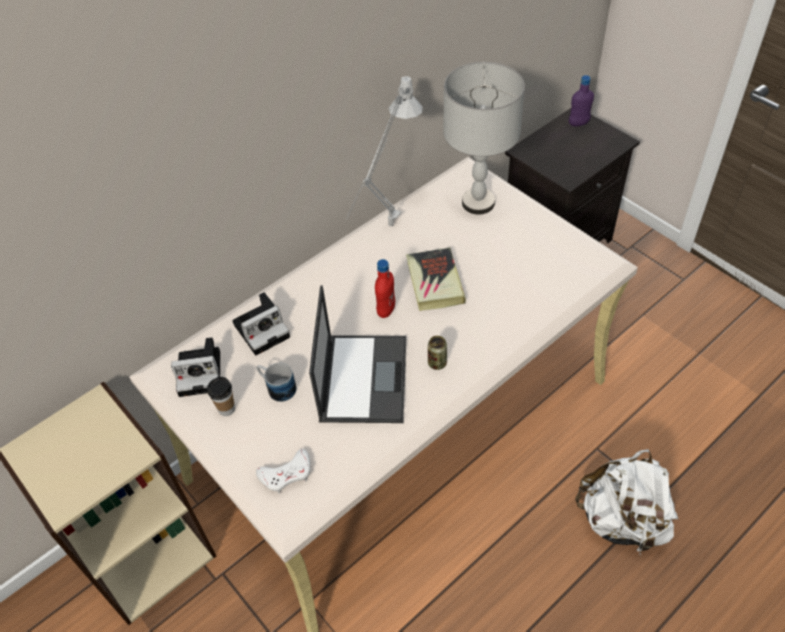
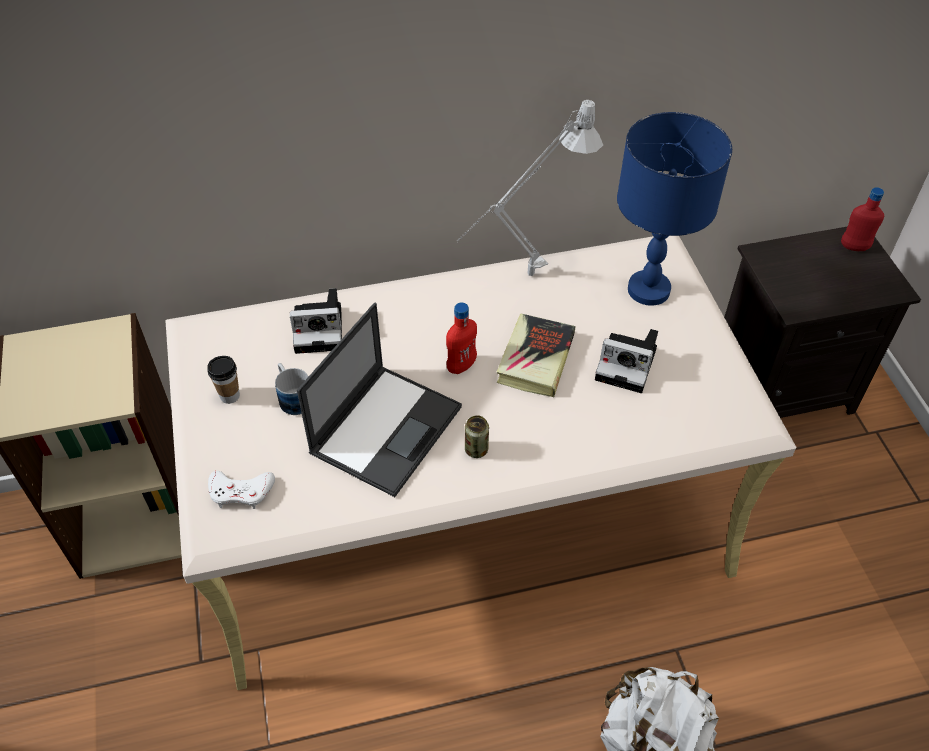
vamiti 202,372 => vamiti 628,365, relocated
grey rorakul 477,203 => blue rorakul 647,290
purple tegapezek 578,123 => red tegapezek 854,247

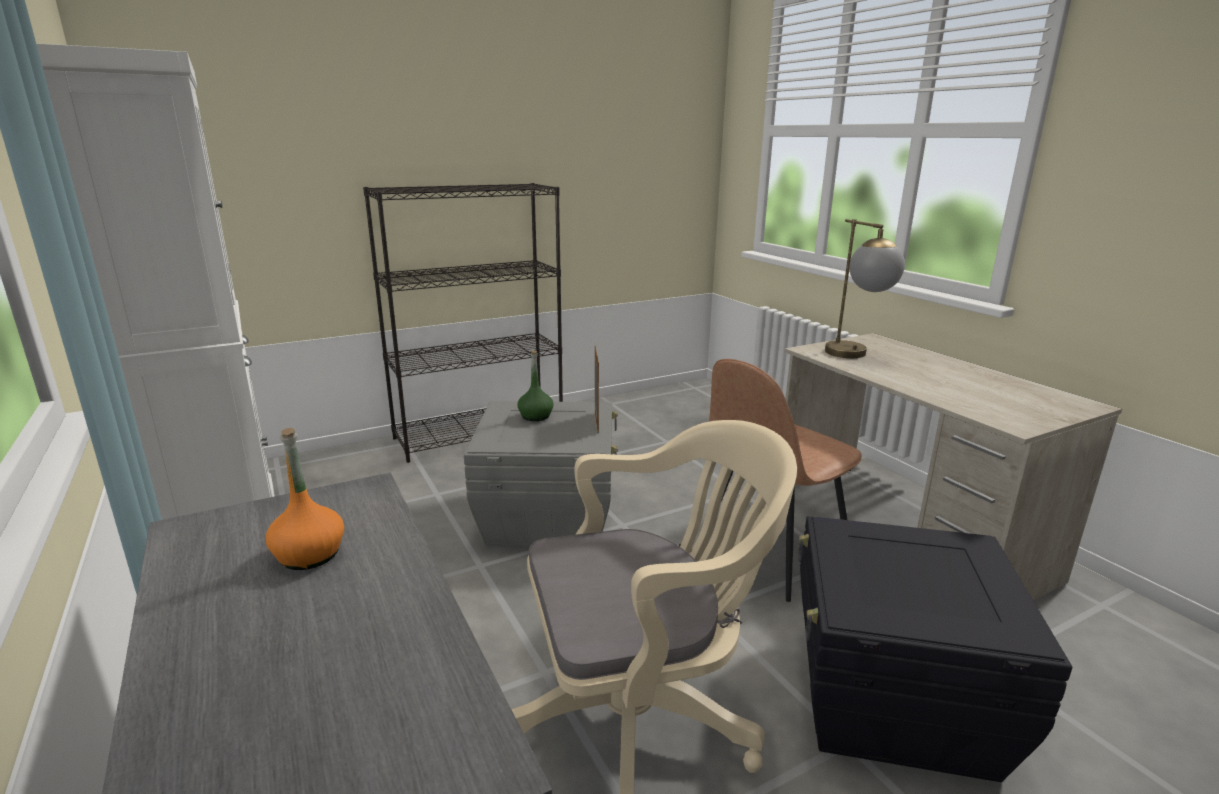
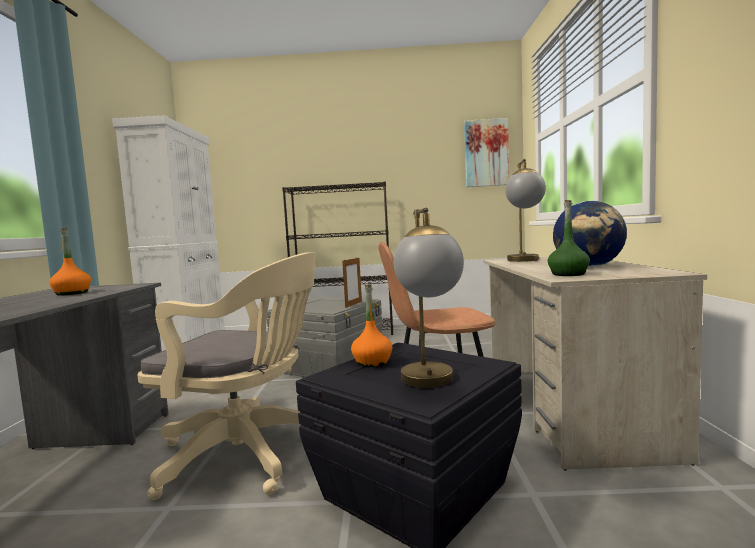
nothing => orange tegapezek 372,362
nothing => rorakul 431,385
nothing => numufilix 486,153
nothing => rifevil 589,267
green tegapezek 536,416 => green tegapezek 568,274, relocated

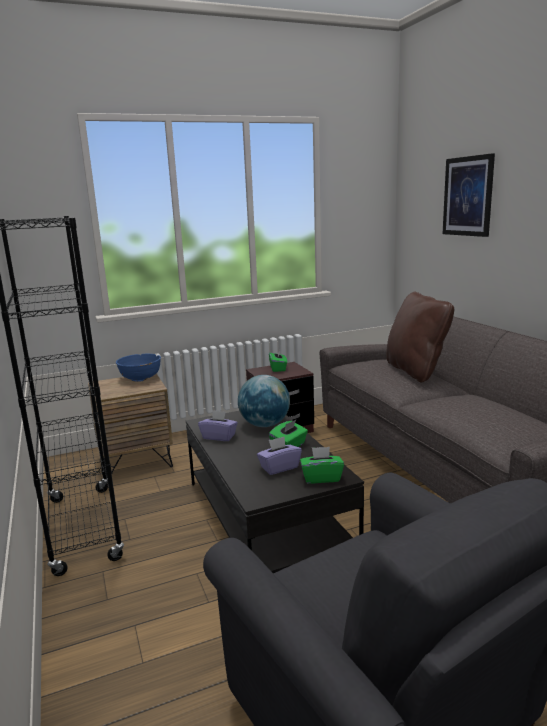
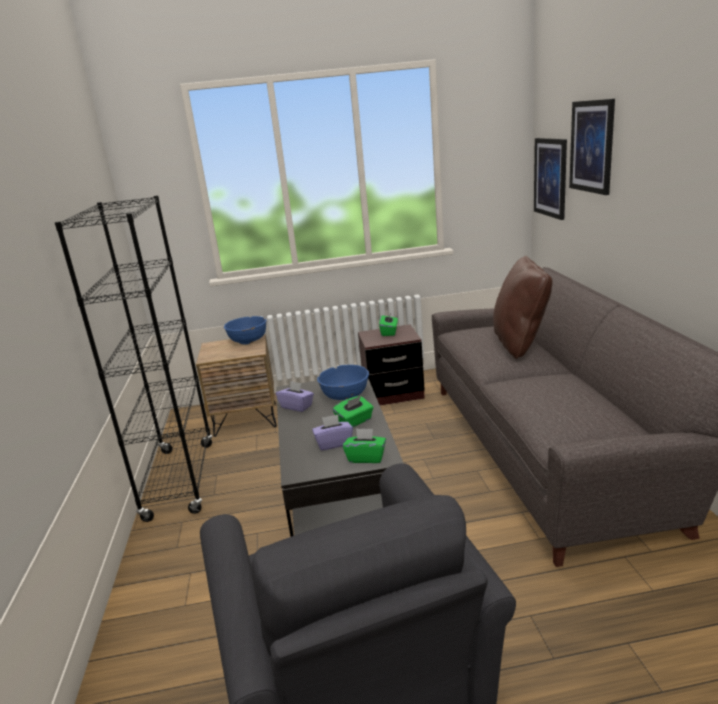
nothing => numufilix 550,177
rifevil 265,425 => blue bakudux 345,396

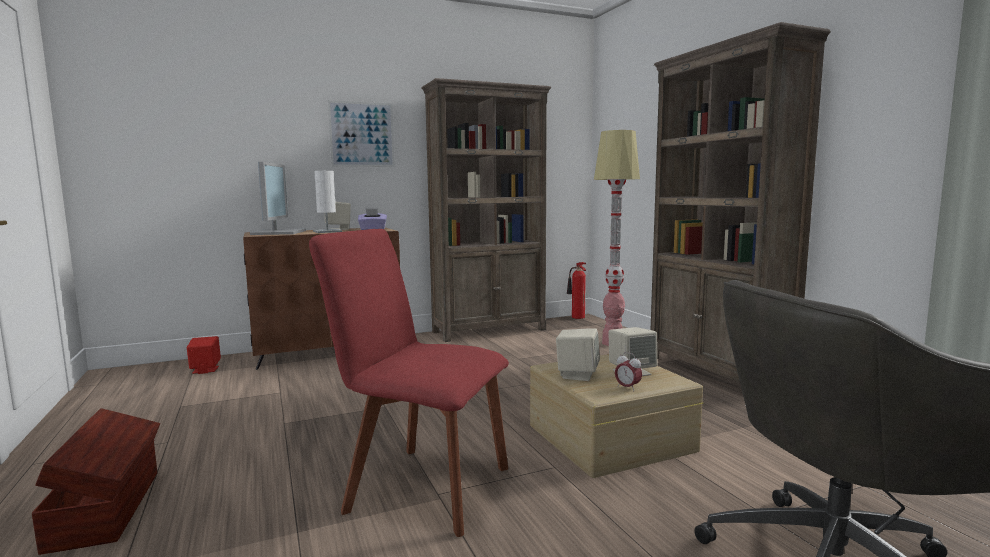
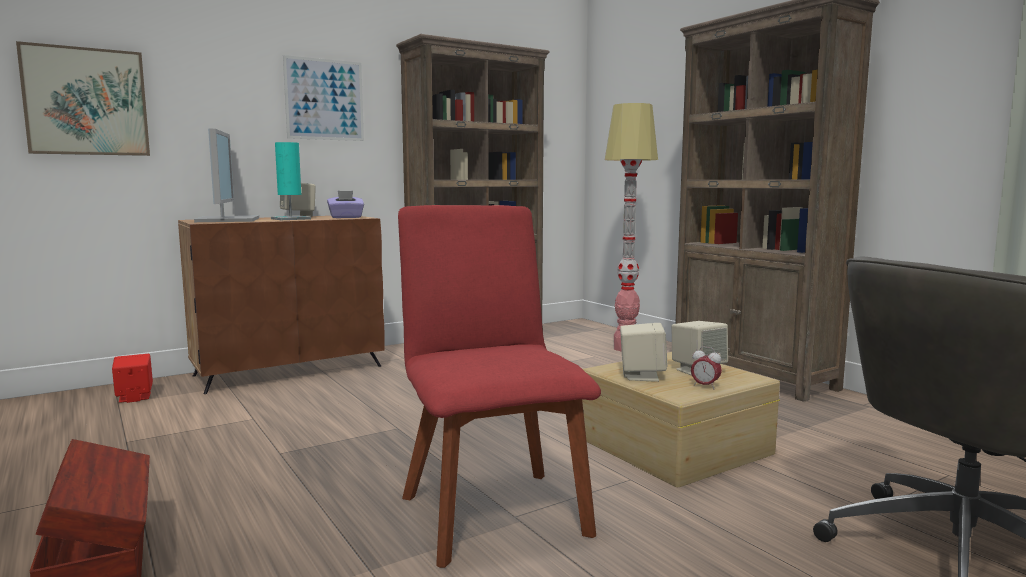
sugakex 577,317 => nothing
nothing => numufilix 86,102
white rorakul 327,231 => turquoise rorakul 290,219
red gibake 422,486 => red gibake 492,510, 60 degrees clockwise

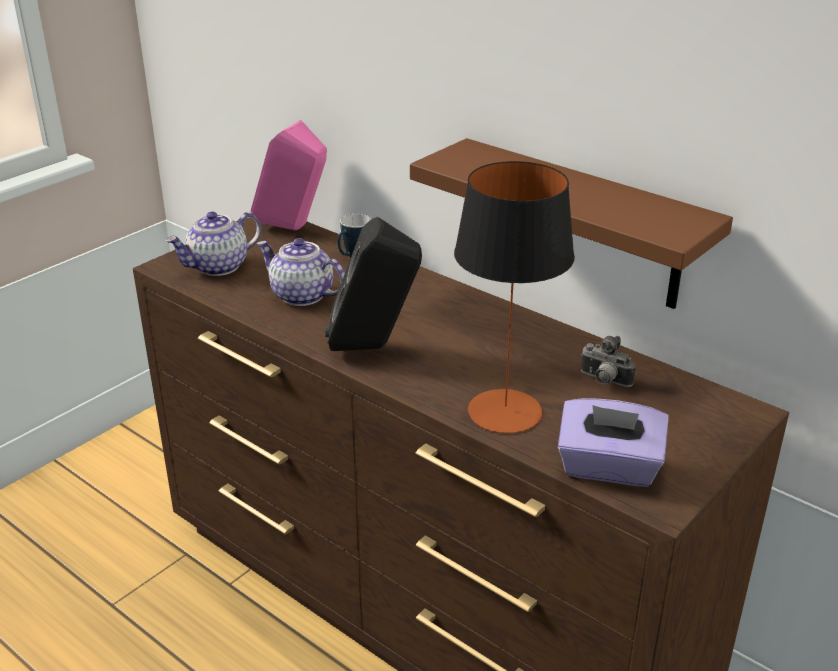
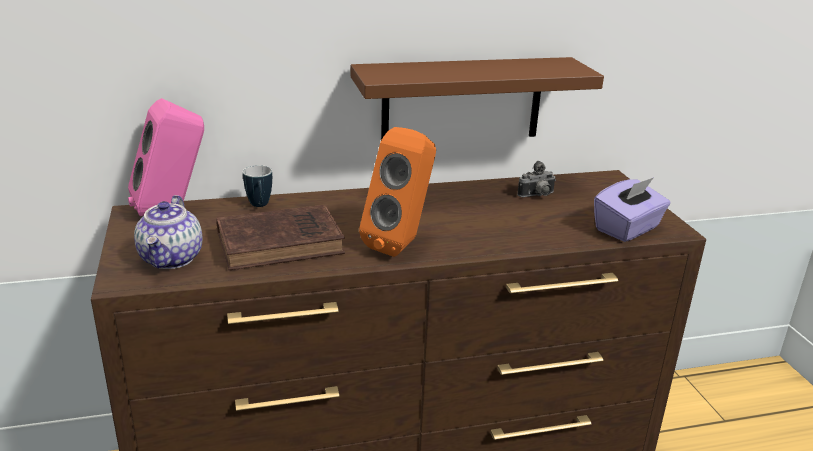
rorakul 505,411 => nothing
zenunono 301,295 => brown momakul 283,243
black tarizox 374,347 => orange tarizox 402,244

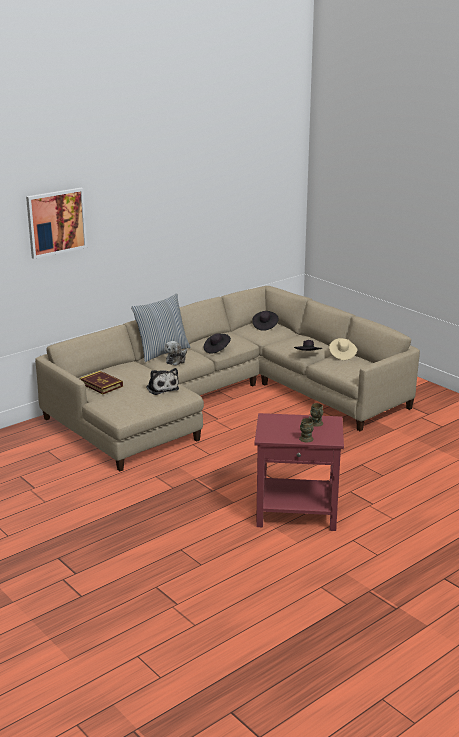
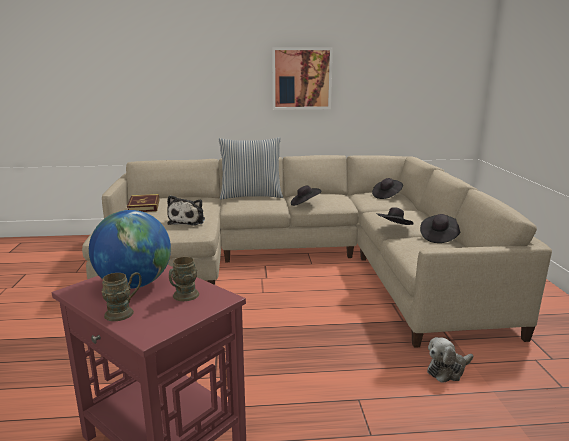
nothing => rifevil 134,284
numufilix 56,222 => numufilix 301,78, relocated
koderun 176,360 => koderun 447,370, relocated
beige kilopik 342,355 => black kilopik 439,237

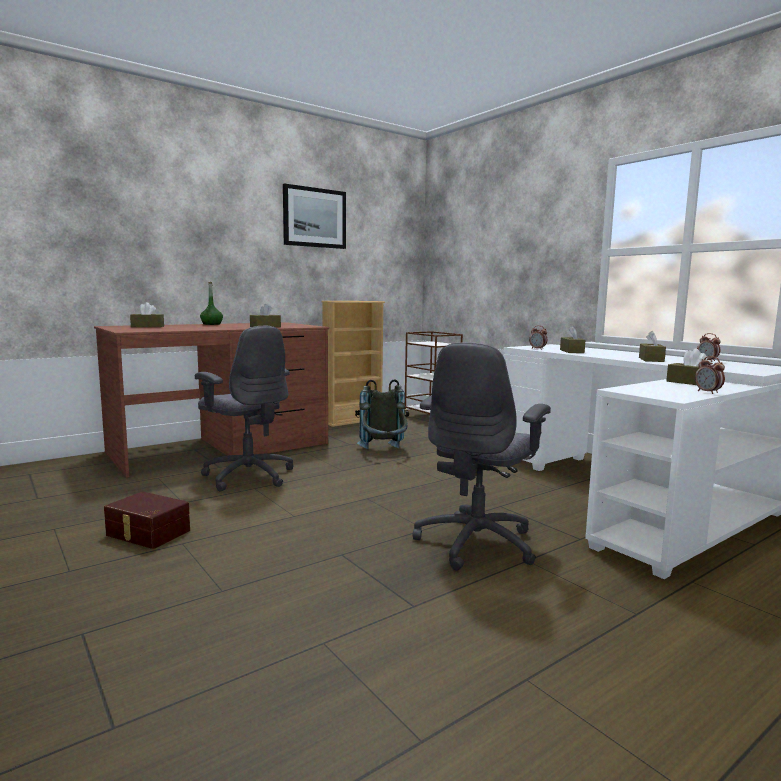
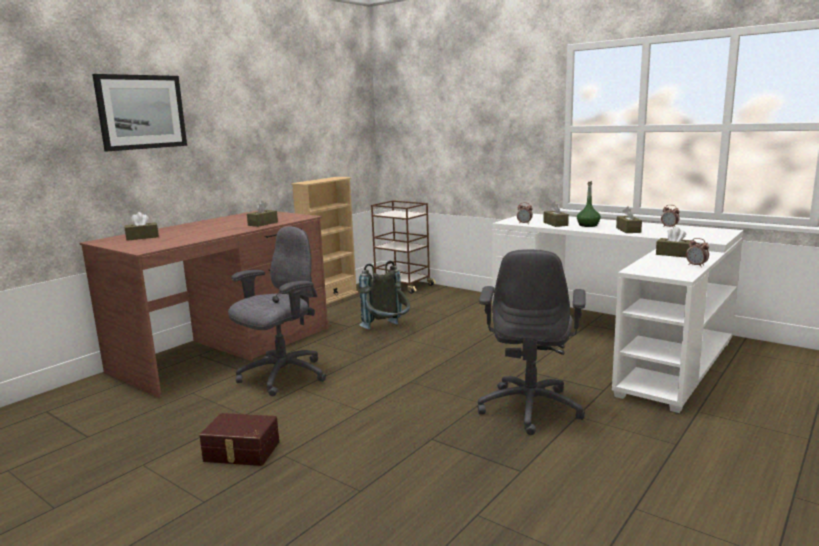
green tegapezek 211,324 => green tegapezek 588,225, relocated
numufilix 314,217 => numufilix 141,112, relocated
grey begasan 248,476 => grey begasan 282,376, 75 degrees counterclockwise

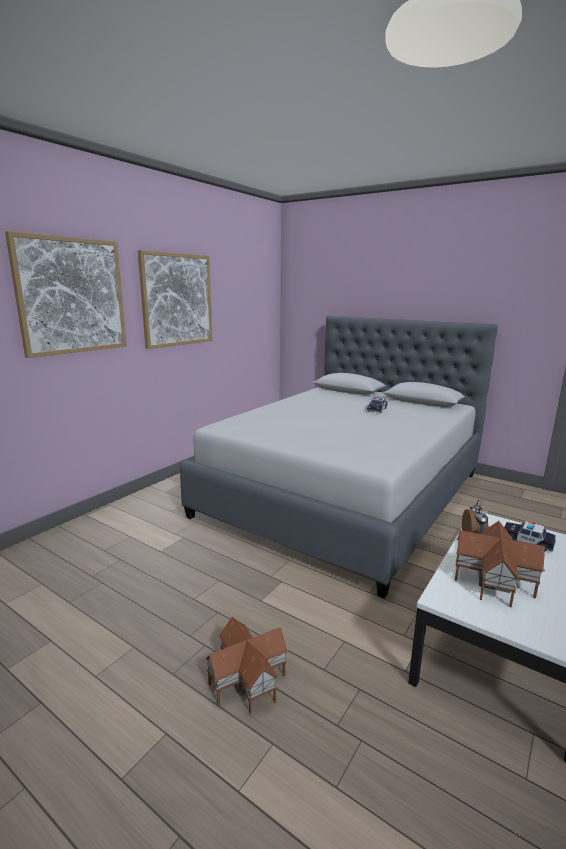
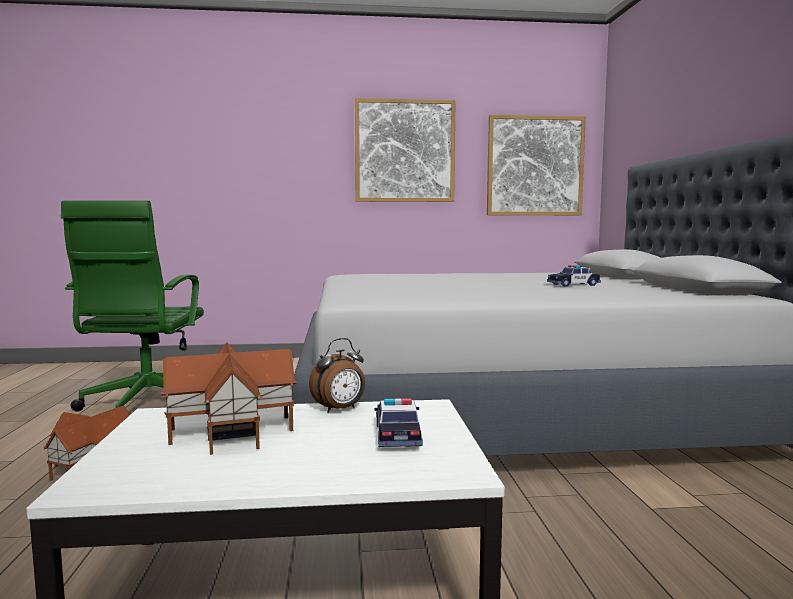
nothing => green begasan 145,406
numufilix 72,296 => numufilix 535,166, relocated

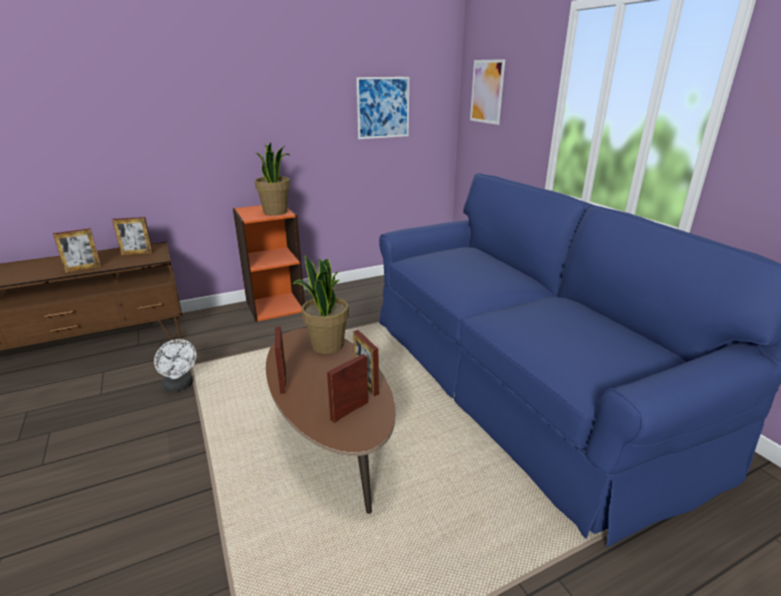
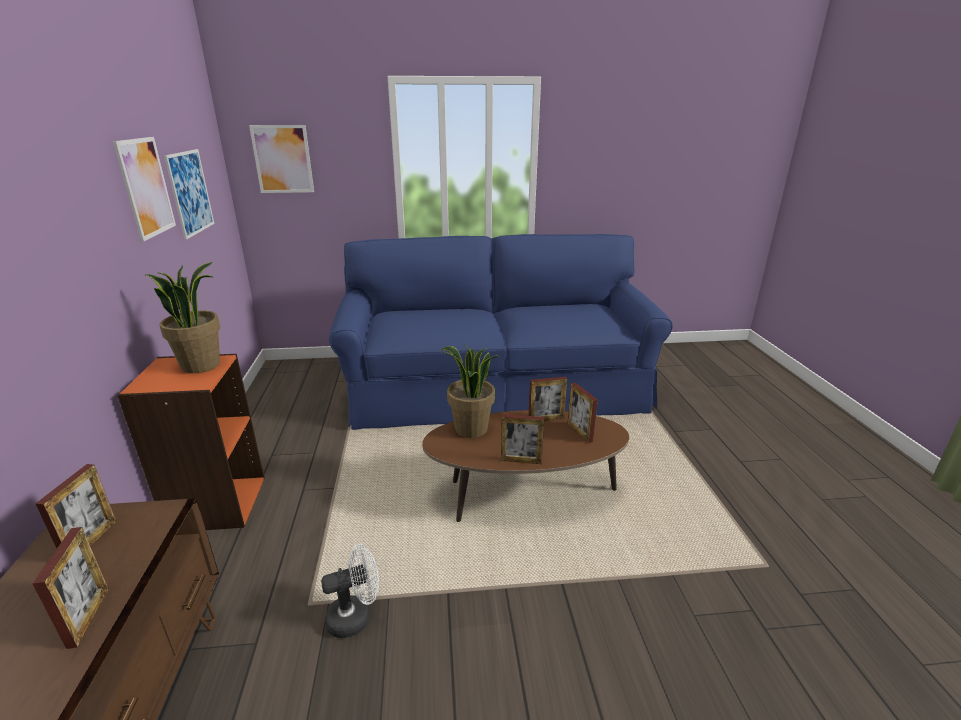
nothing => numufilix 146,187

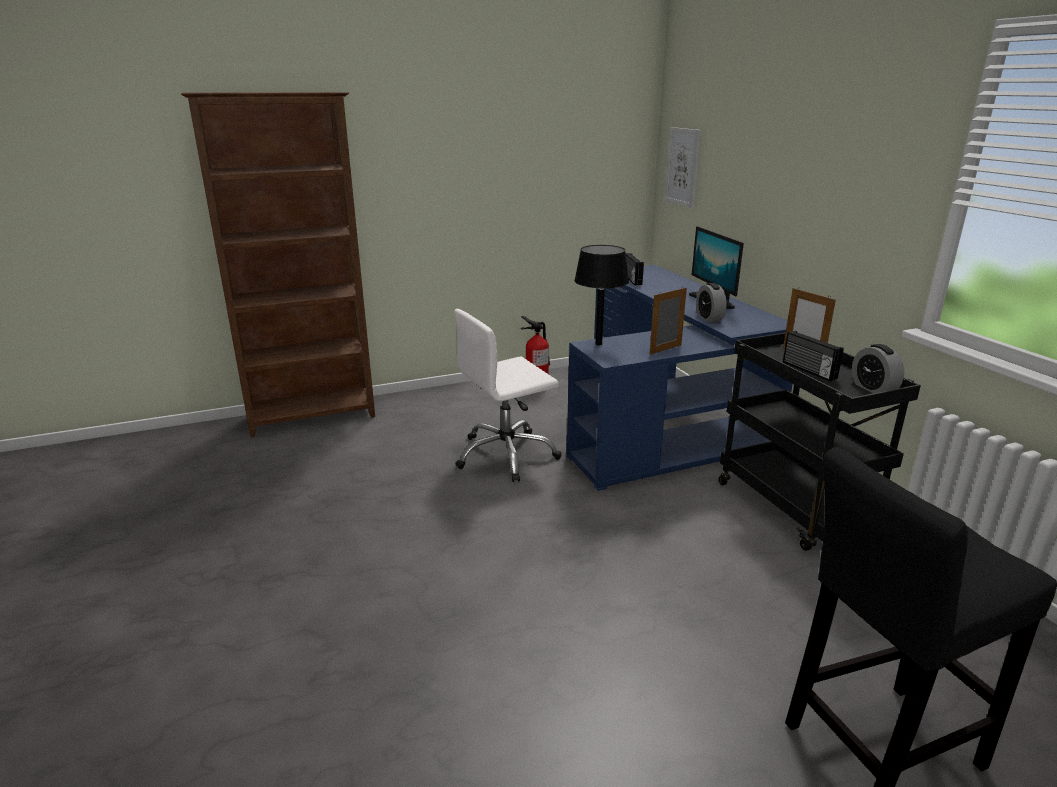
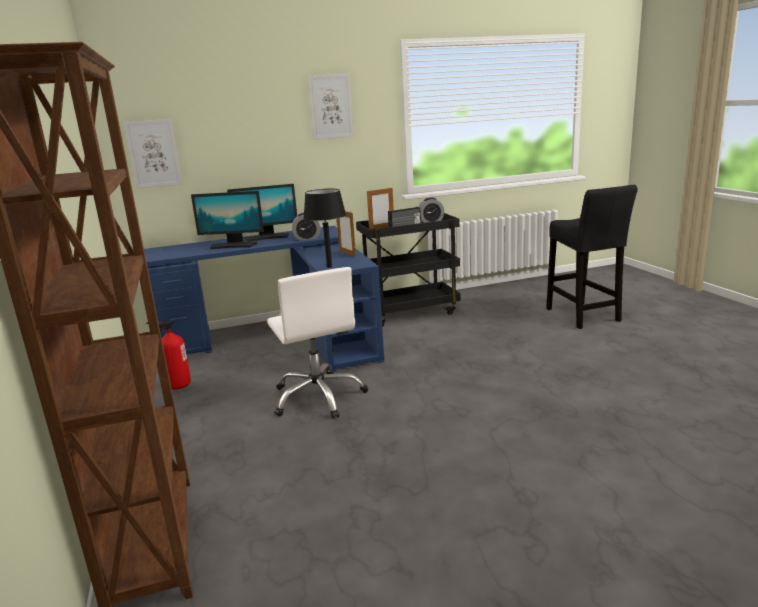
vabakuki 631,280 => nothing
nothing => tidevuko 233,245
nothing => numufilix 331,107

